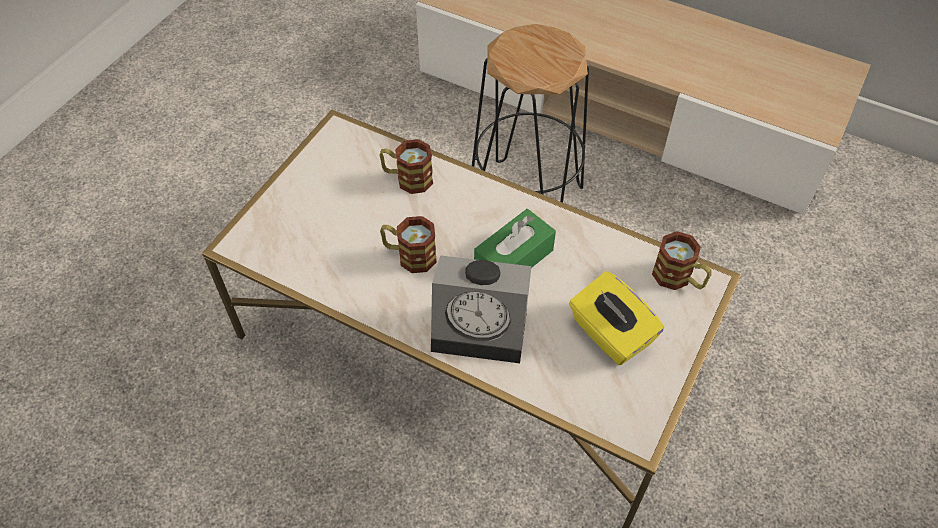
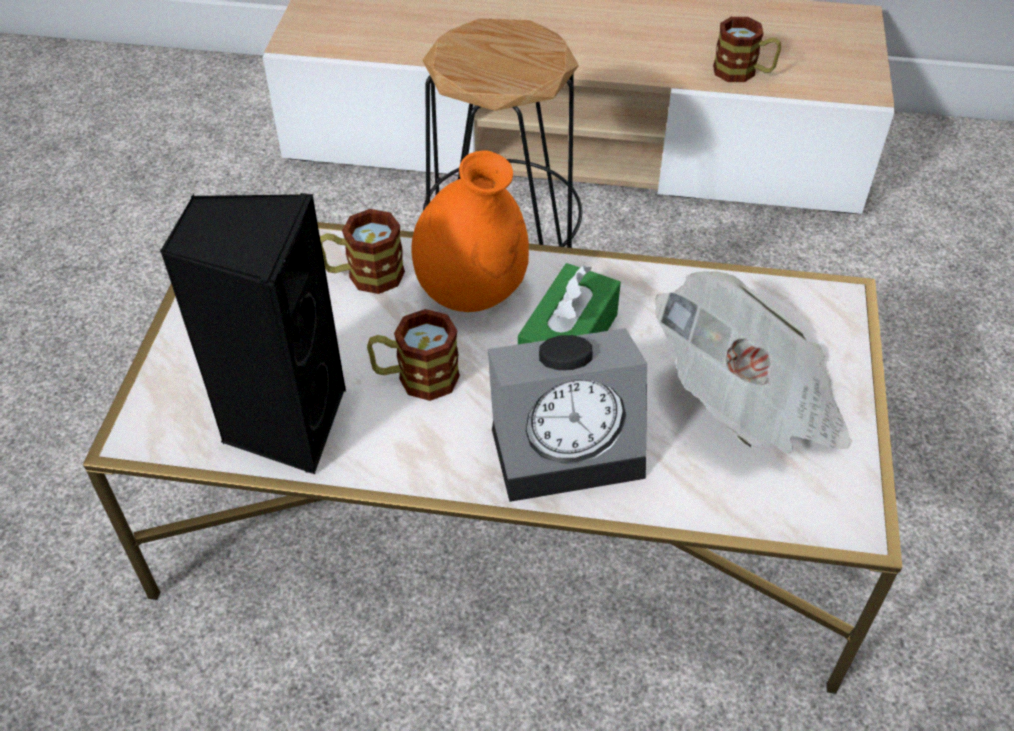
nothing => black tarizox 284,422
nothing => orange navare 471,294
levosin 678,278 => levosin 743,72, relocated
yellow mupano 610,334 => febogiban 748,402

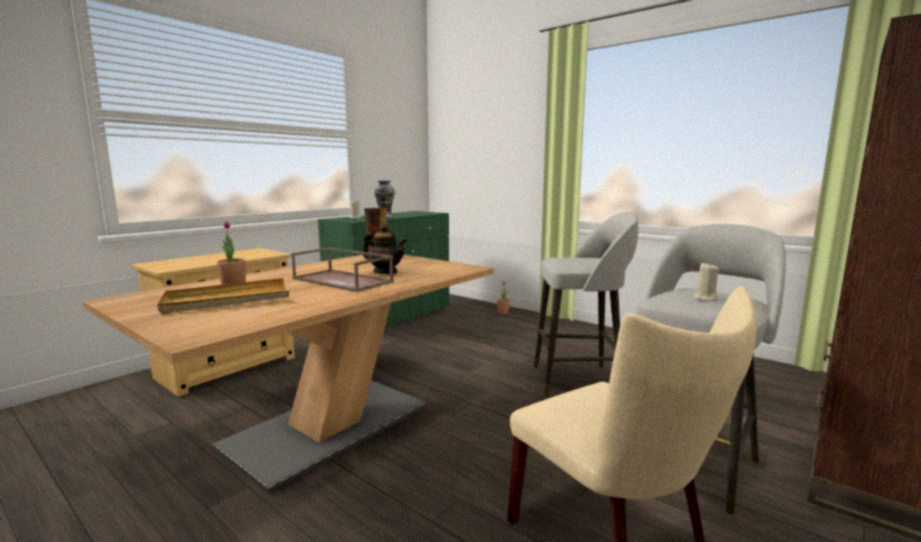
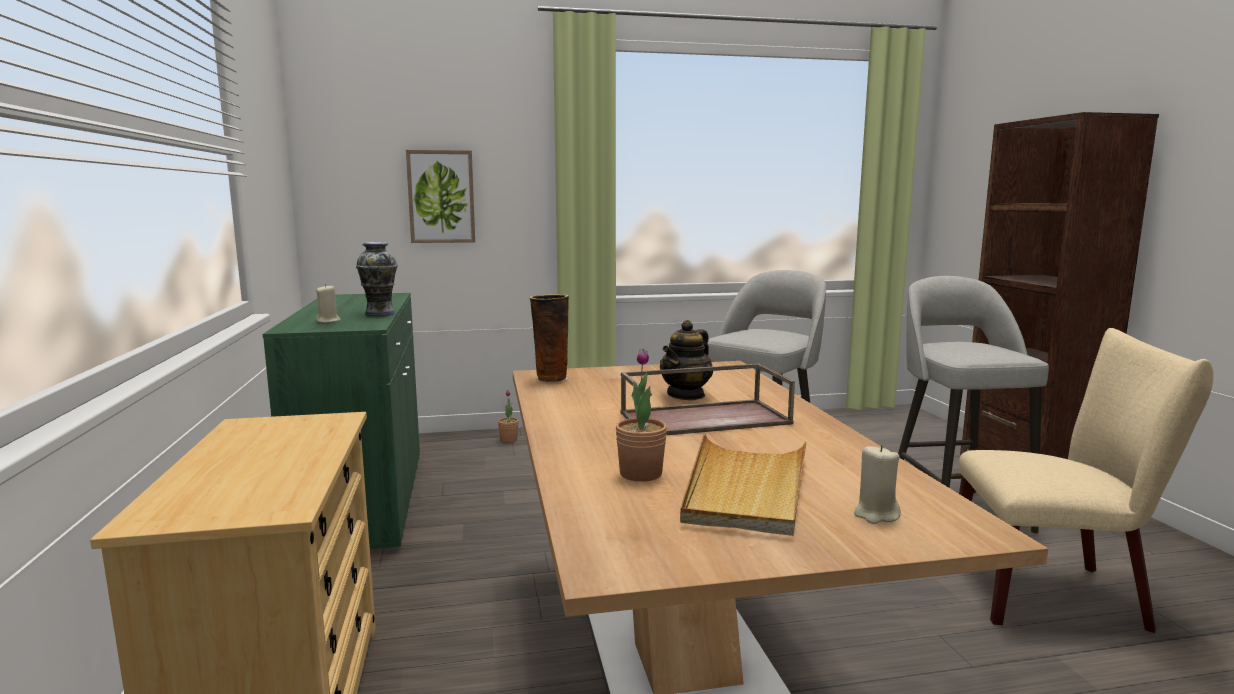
nothing => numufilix 441,197
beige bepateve 705,298 => beige bepateve 875,515, relocated
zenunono 385,272 => zenunono 686,395, 150 degrees clockwise

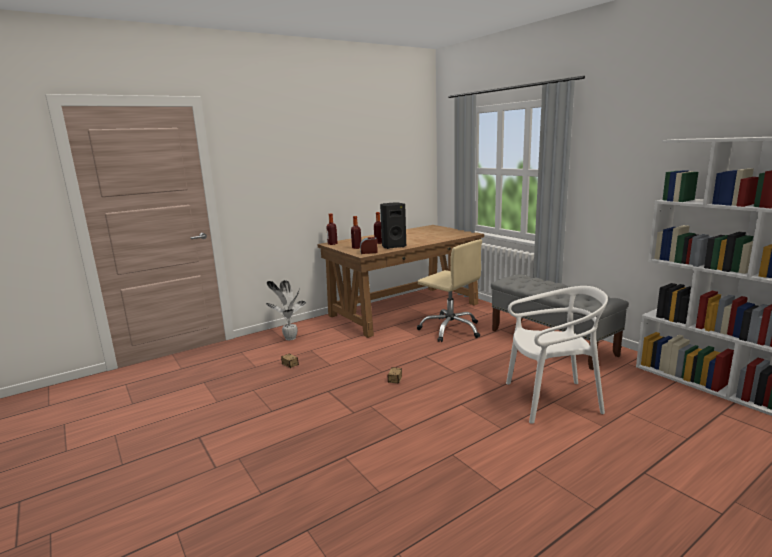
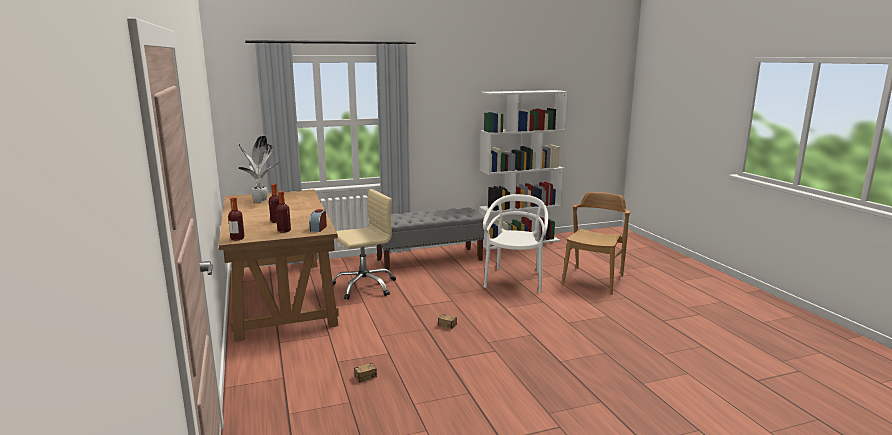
black tarizox 393,246 => nothing
nothing => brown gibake 593,280
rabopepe 289,338 => rabopepe 260,201, relocated

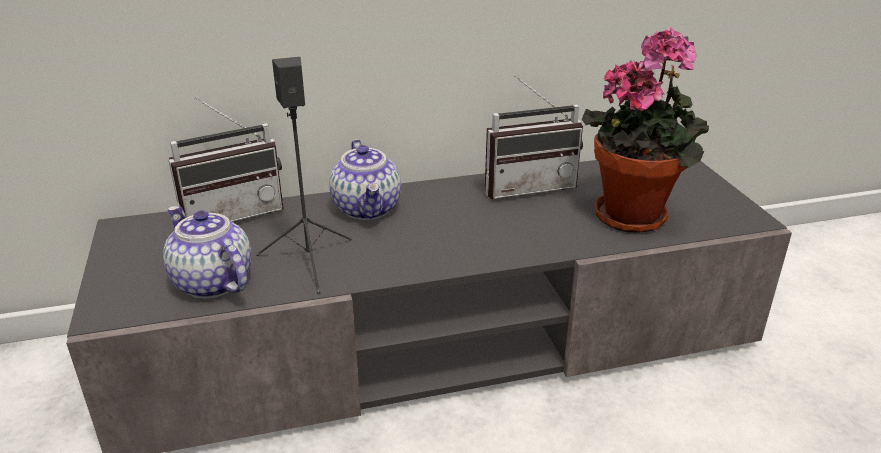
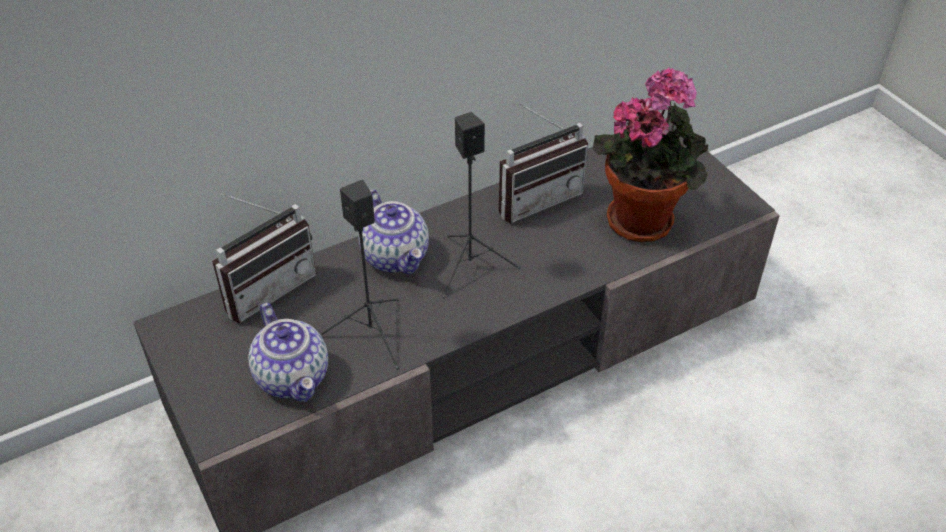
nothing => black tarizox 471,266
zenunono 211,282 => zenunono 293,377, 150 degrees counterclockwise

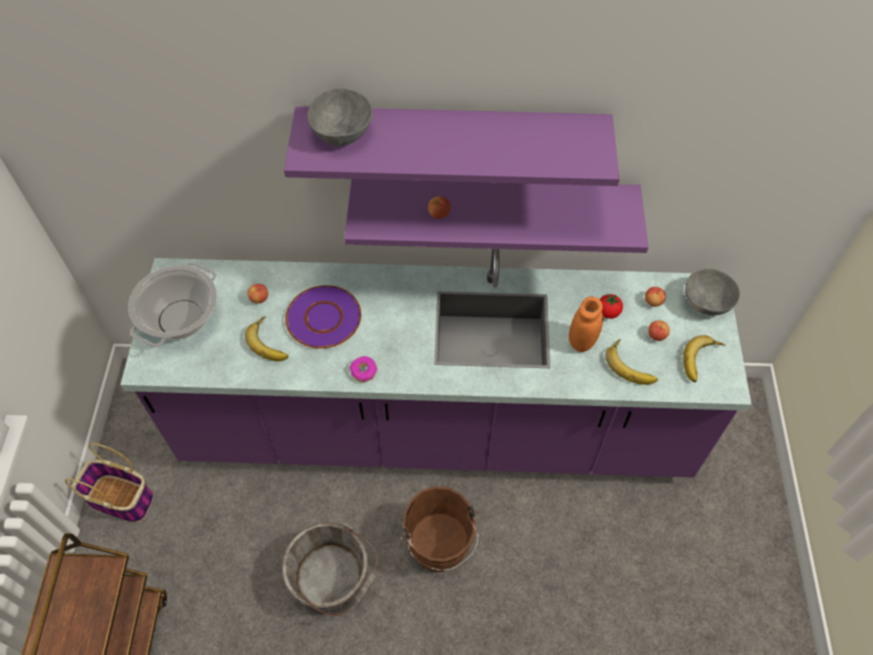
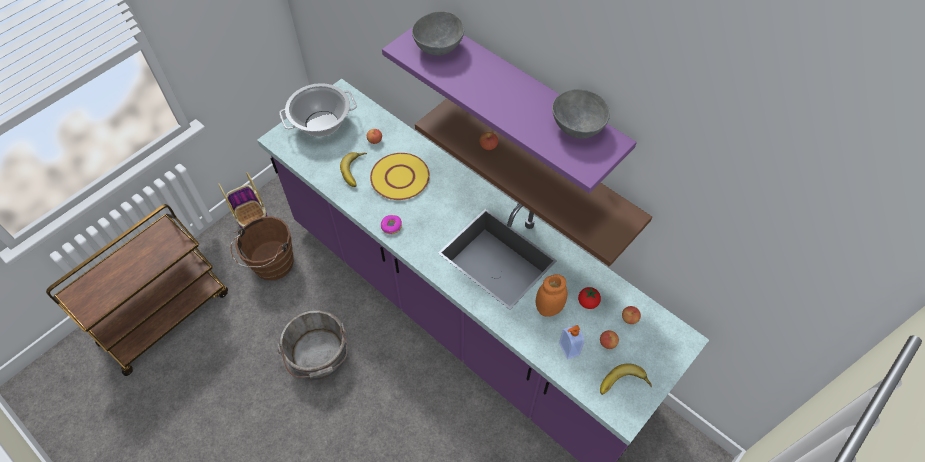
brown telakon 440,549 => brown telakon 271,266, relocated
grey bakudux 705,303 => grey bakudux 577,126, relocated
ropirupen 631,365 => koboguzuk 568,349
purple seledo 323,317 => yellow seledo 400,177
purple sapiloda 493,202 => brown sapiloda 546,165

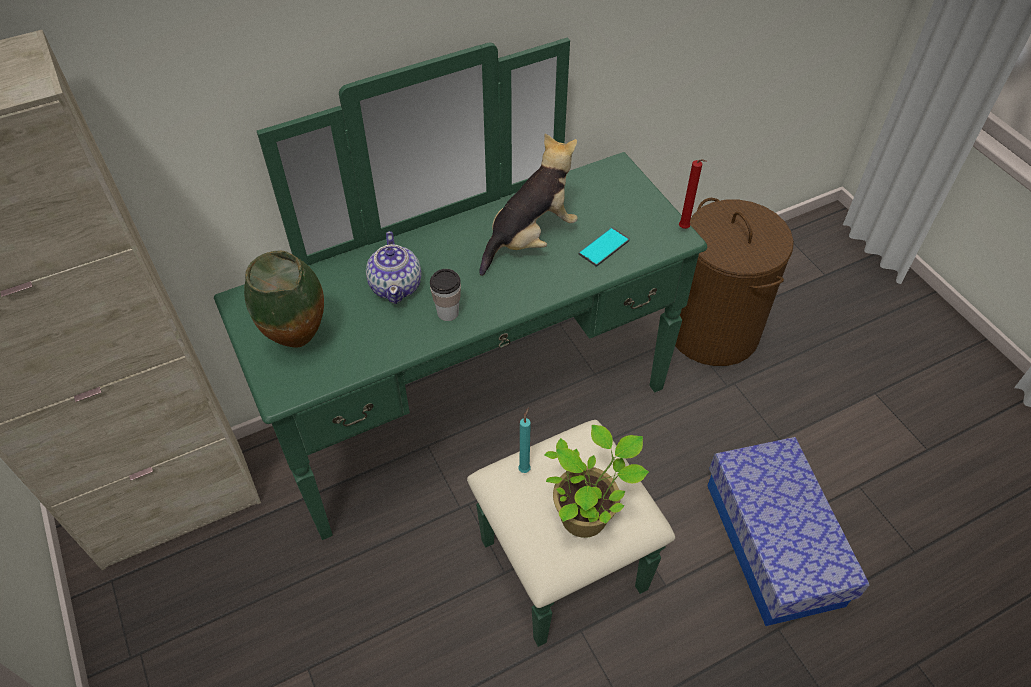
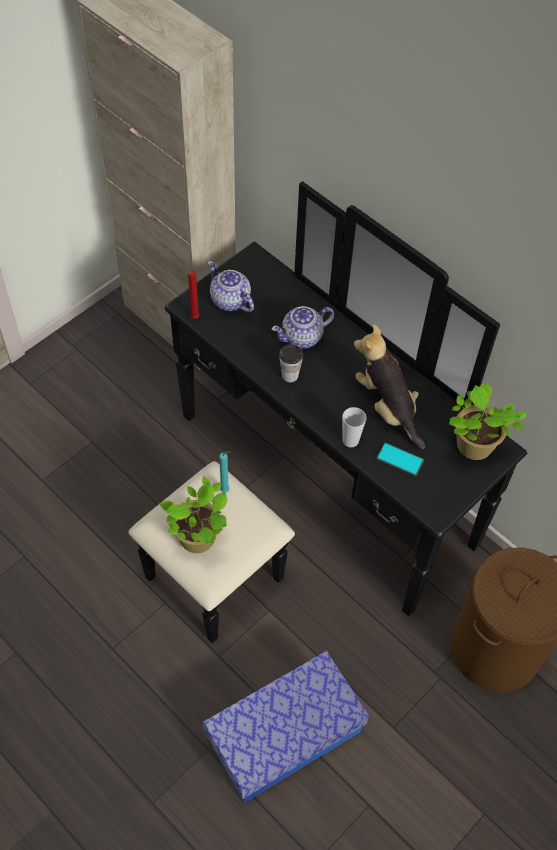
nothing => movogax 350,440
nothing => rabopepe 473,447
red bepateve 685,229 => red bepateve 194,318, relocated
navare 300,343 => zenunono 230,301
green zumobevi 495,444 => black zumobevi 302,502
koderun 530,238 => koderun 387,407, 150 degrees counterclockwise

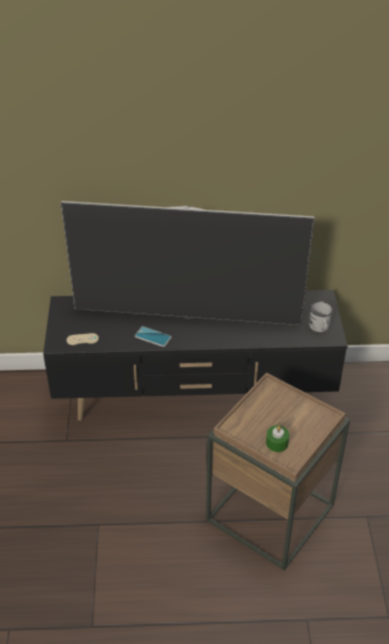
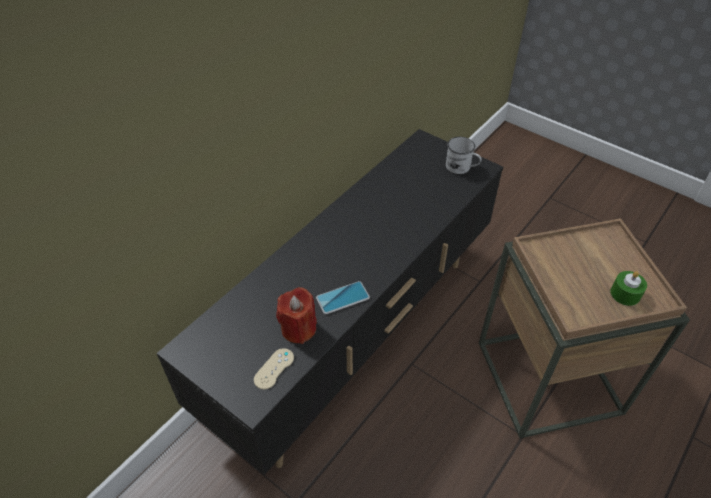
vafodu 187,316 => nothing
nothing => red bepateve 298,328

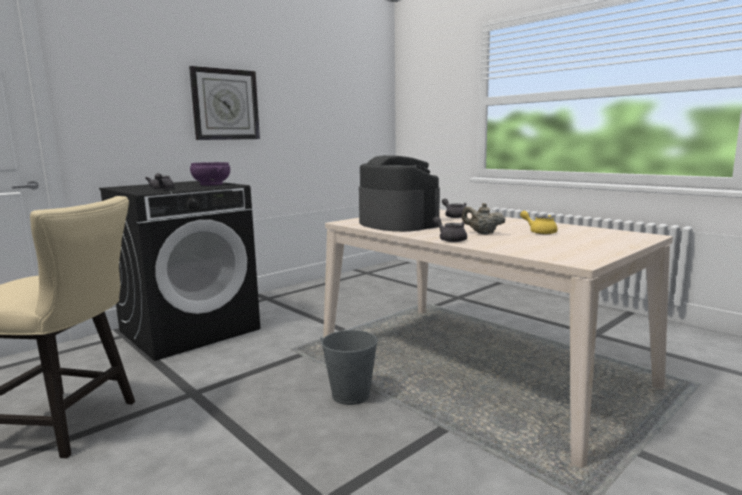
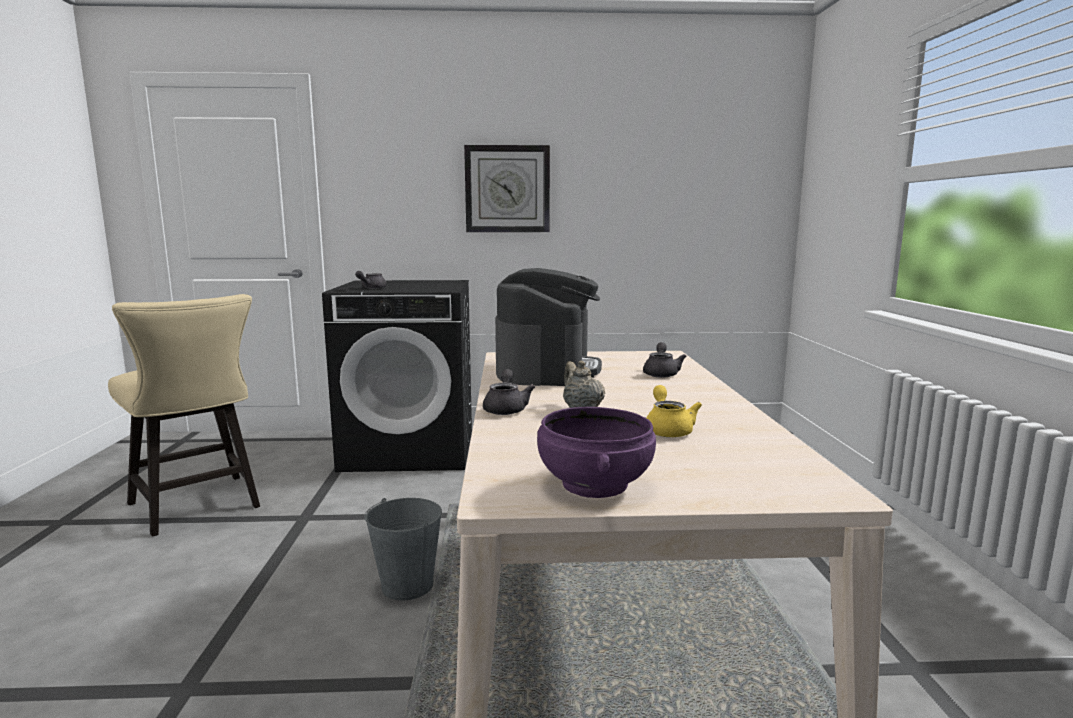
purple bakudux 211,184 => purple bakudux 593,484, relocated

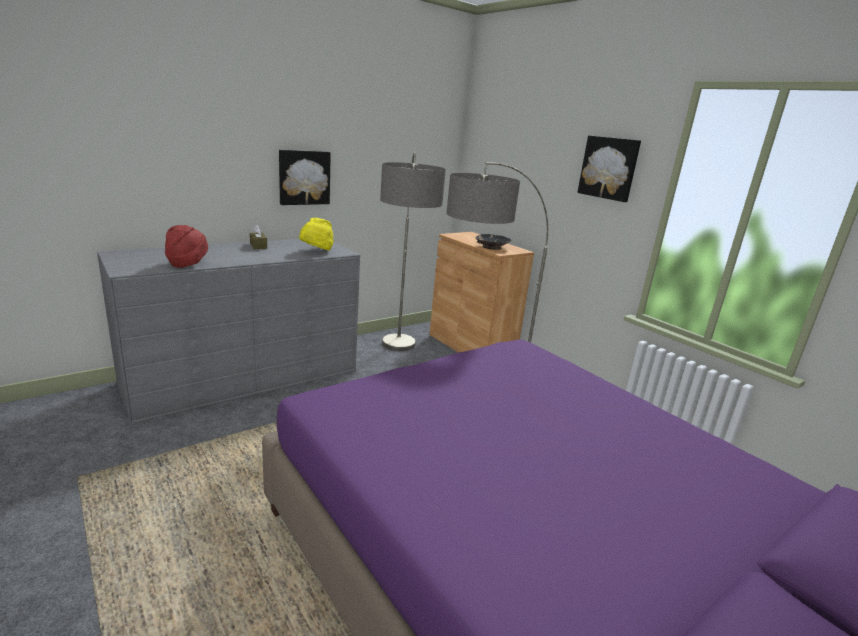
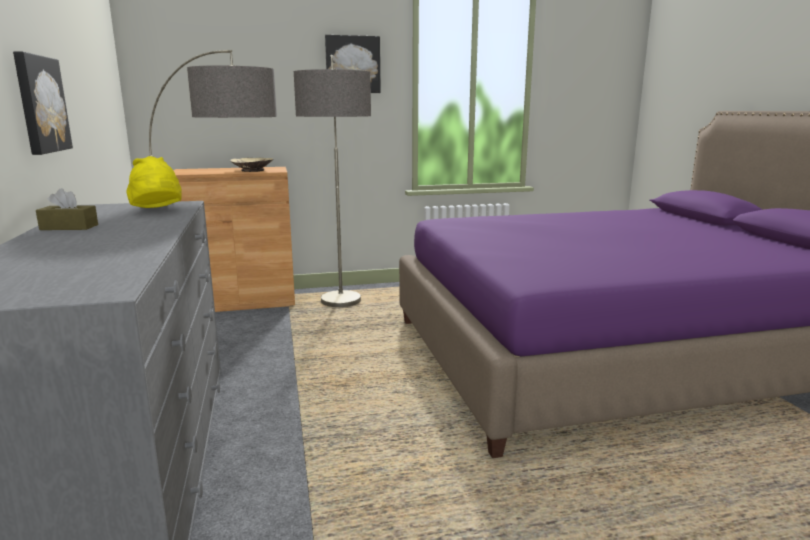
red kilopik 188,264 => nothing
black bakudux 492,247 => beige bakudux 252,170

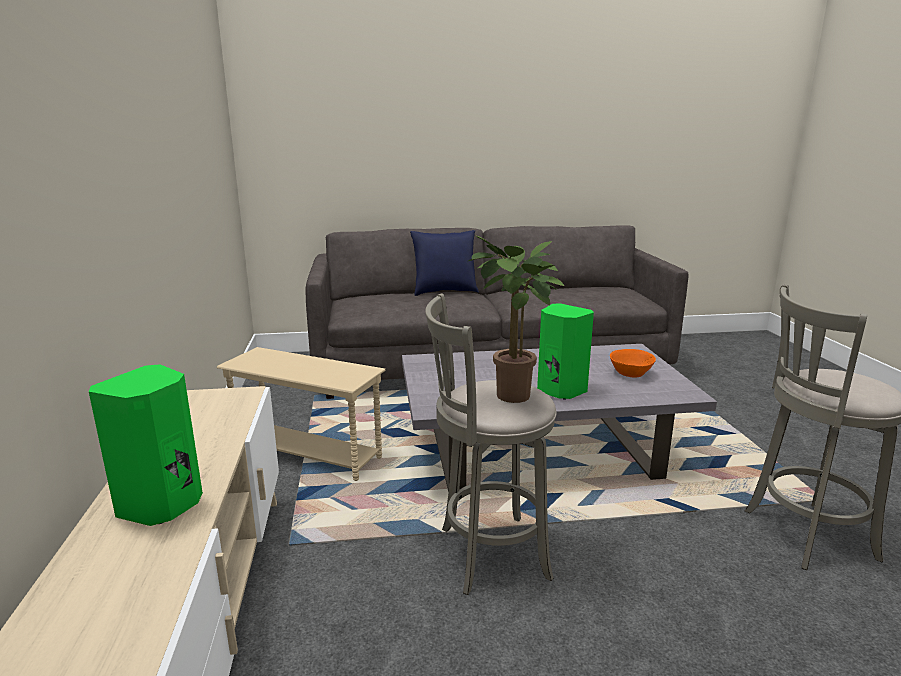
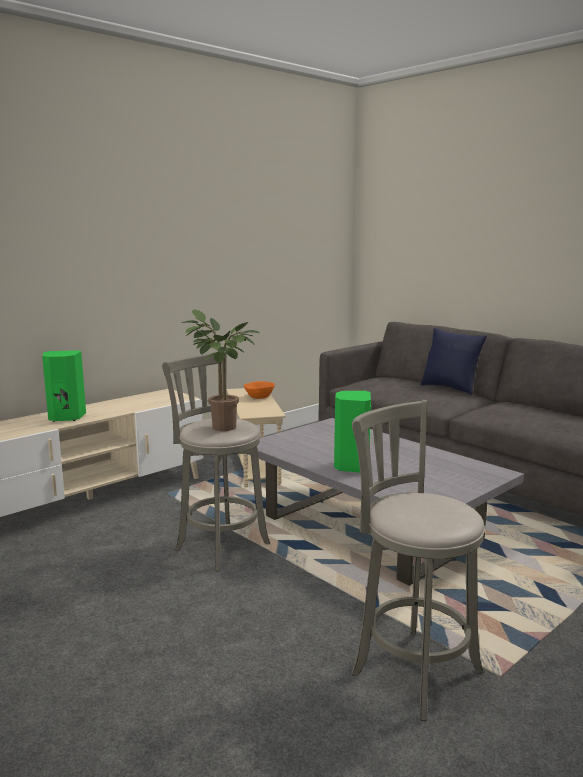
orange bakudux 630,374 => orange bakudux 259,397, relocated

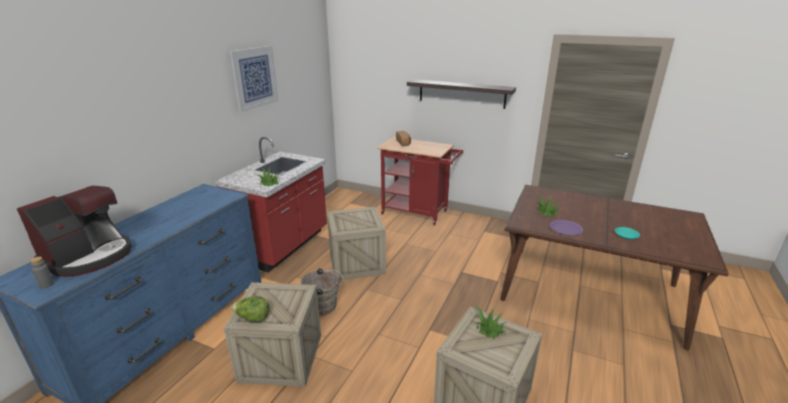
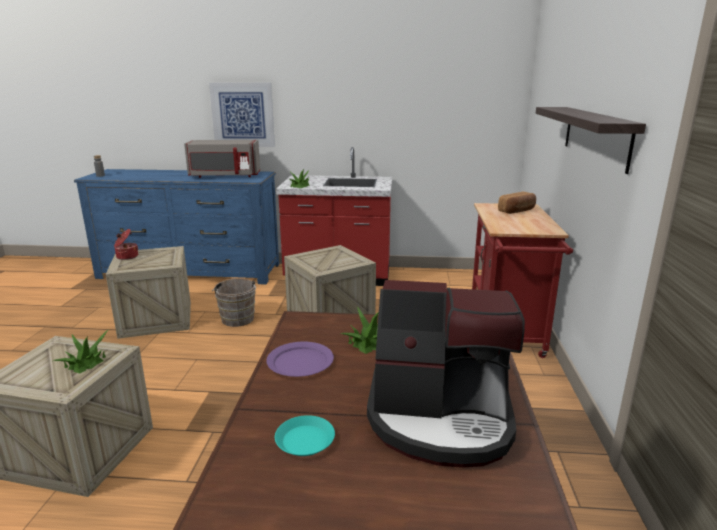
nothing => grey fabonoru 224,176
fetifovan 89,256 => fetifovan 440,418, relocated
numufilix 254,78 => numufilix 242,115, relocated
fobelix 253,318 => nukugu 126,256

